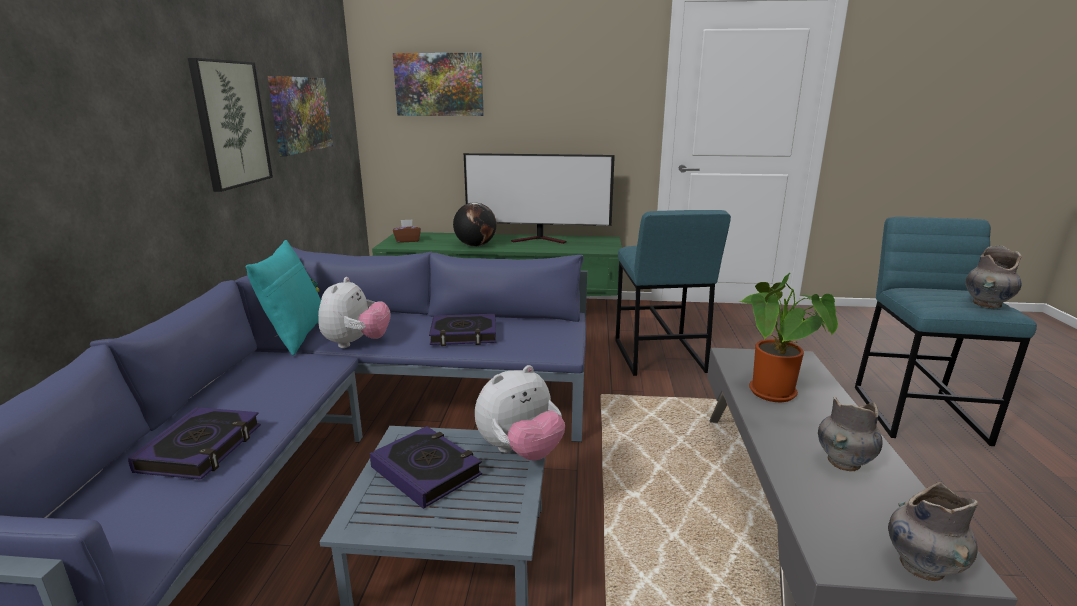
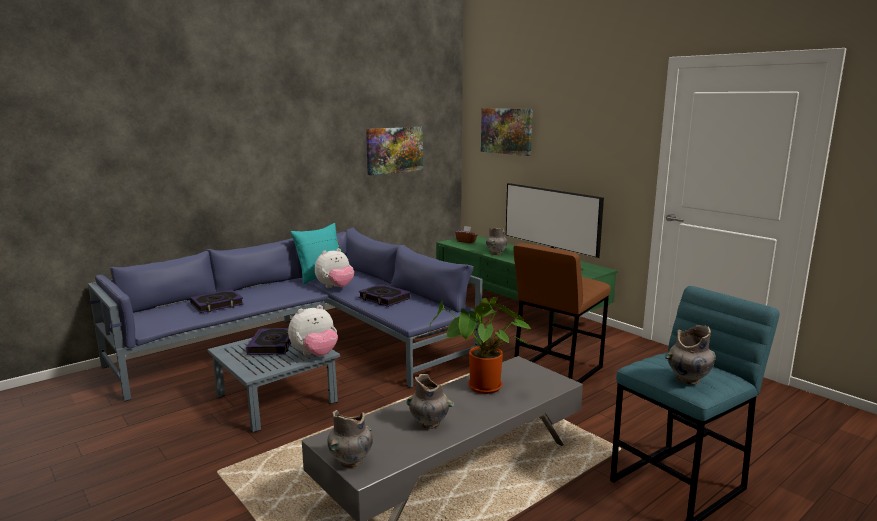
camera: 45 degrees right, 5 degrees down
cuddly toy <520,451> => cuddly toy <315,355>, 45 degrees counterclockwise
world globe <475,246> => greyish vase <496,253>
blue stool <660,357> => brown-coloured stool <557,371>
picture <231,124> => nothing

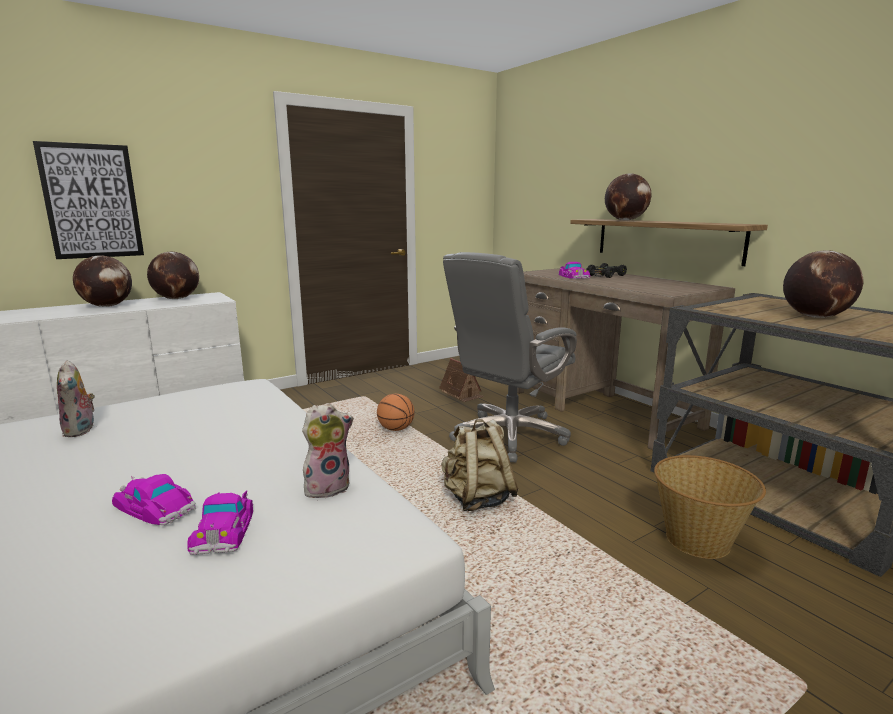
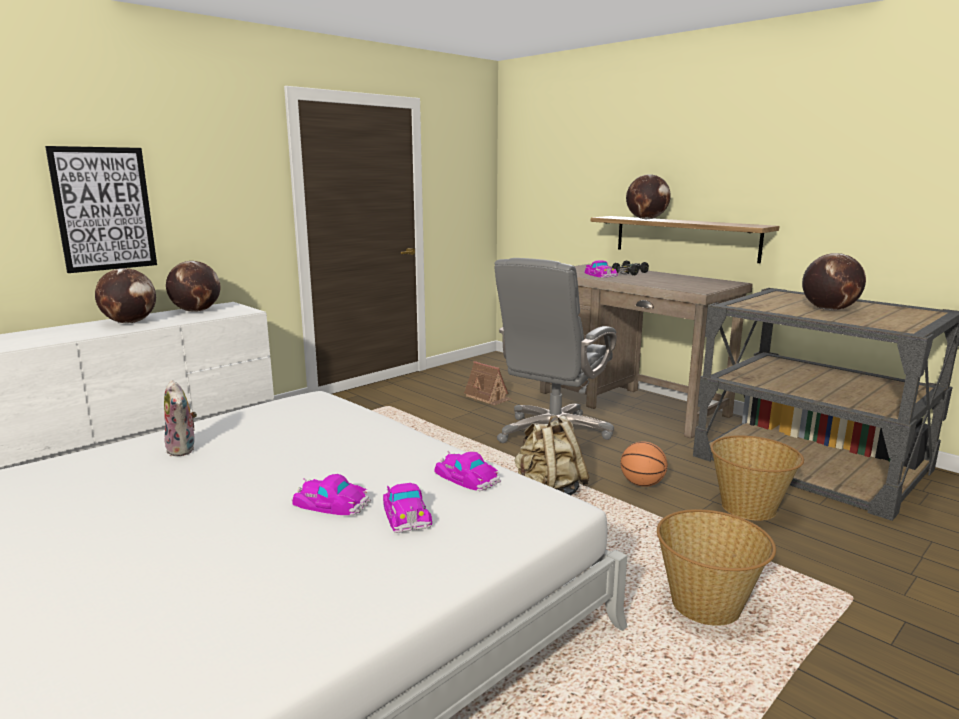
camera: 10 degrees left, 0 degrees up
cuddly toy <328,487> => miniature car <467,477>
basketball ball <396,429> => basketball ball <642,484>, relocated
nothing => household basket <707,605>

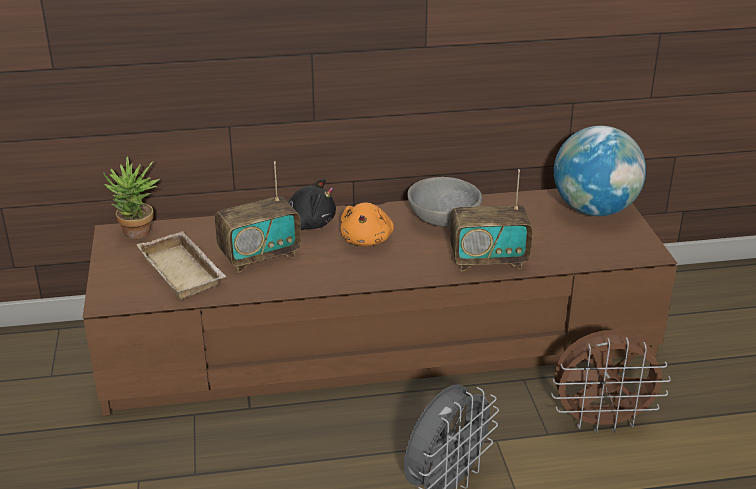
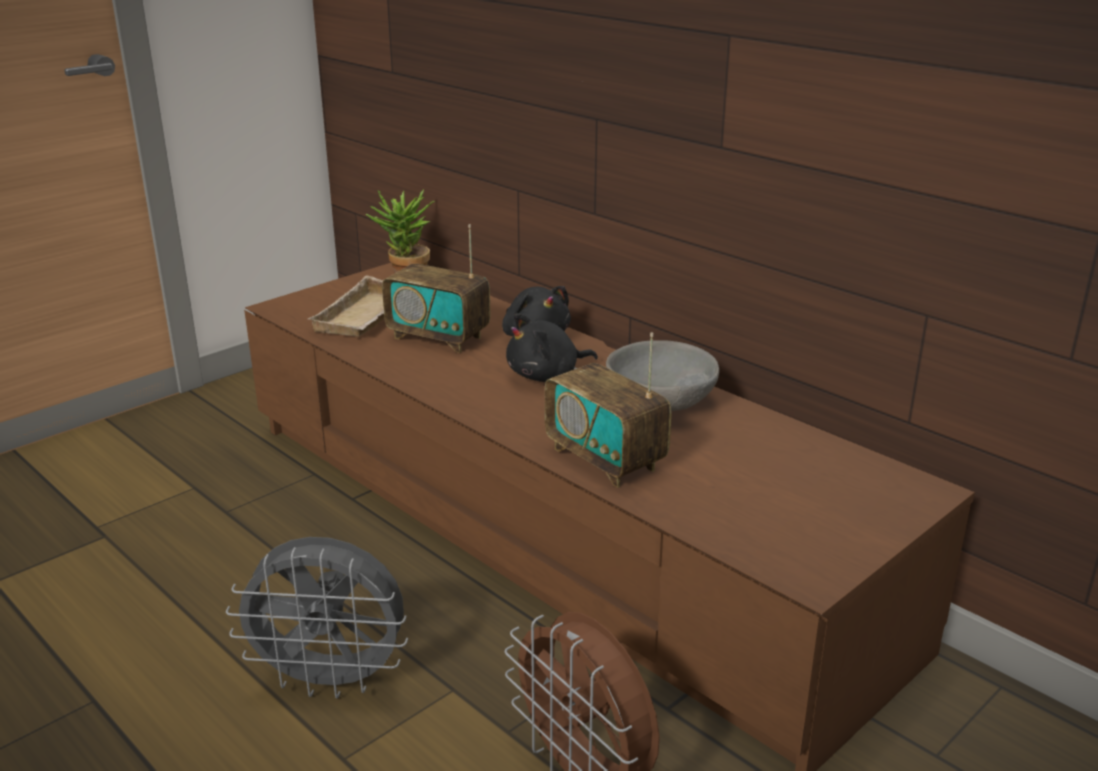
camera: 55 degrees right, 5 degrees down
orange cuddly toy <367,240> => black cuddly toy <547,376>
world globe <594,210> => nothing

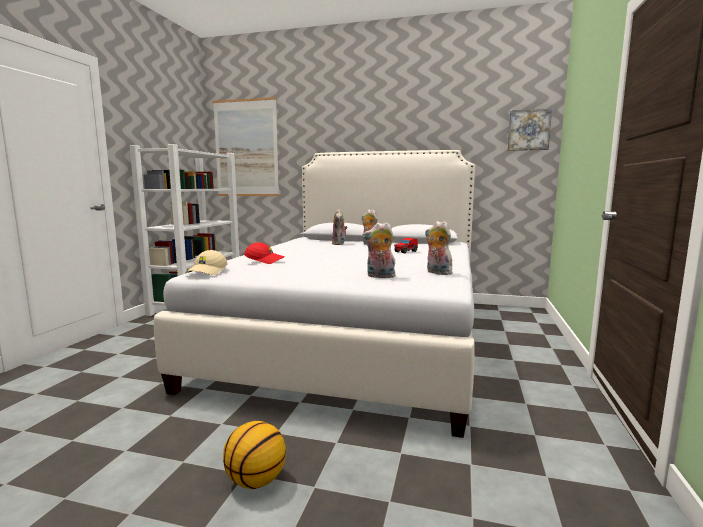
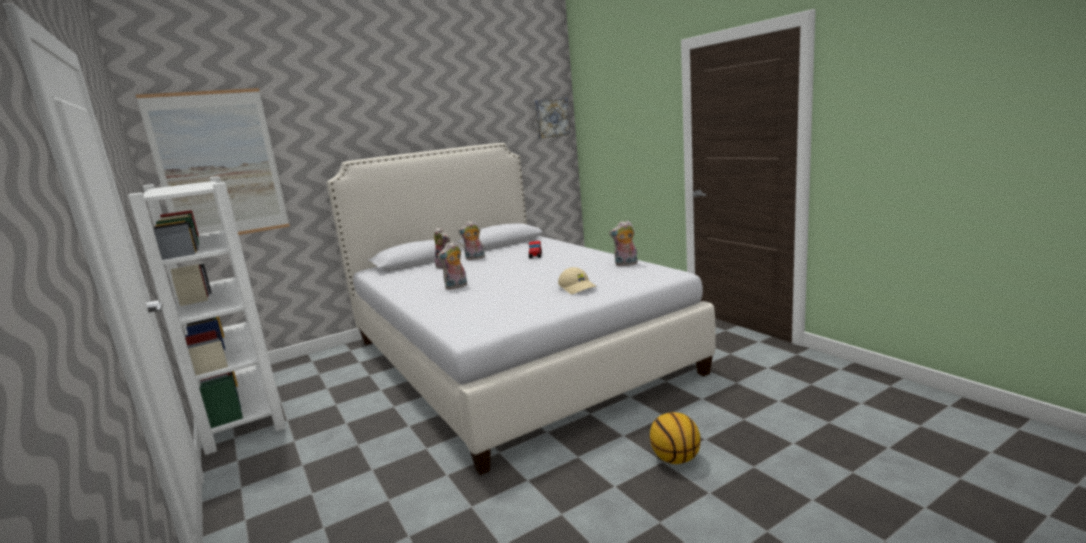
camera: 45 degrees left, 5 degrees up
cuddly toy <380,276> => cuddly toy <456,287>, relocated
beige-coloured peaked cap <207,271> => beige-coloured peaked cap <578,288>, relocated
reddish peaked cap <265,261> => nothing

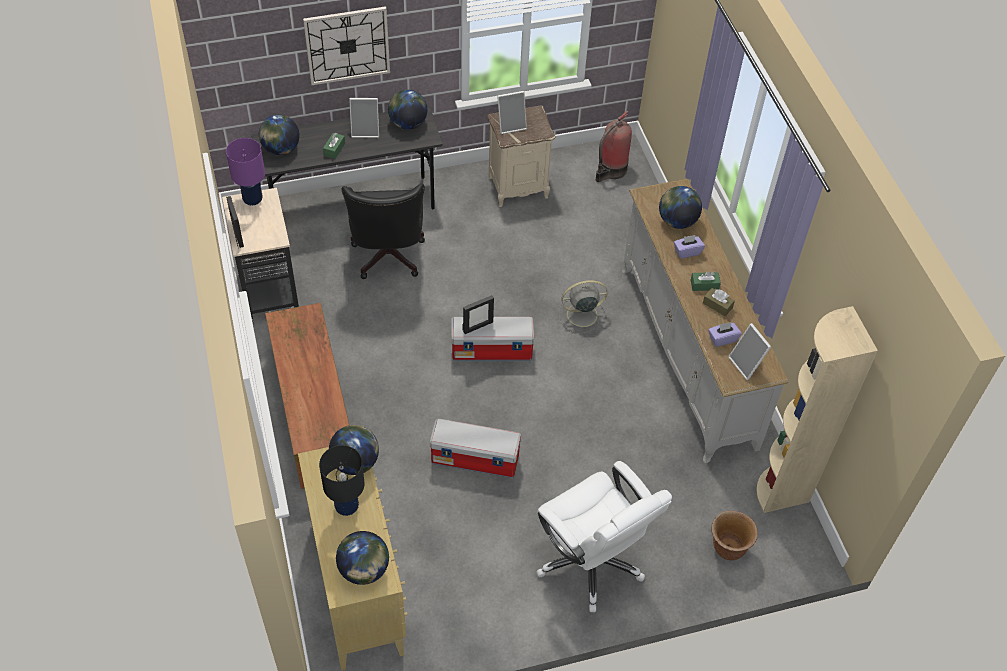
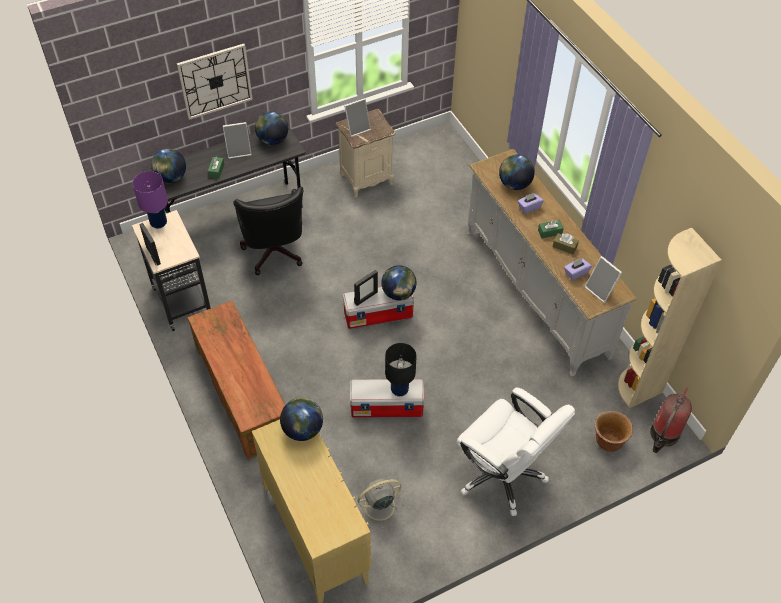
camera: 10 degrees left, 0 degrees up
greyish cooling fan <580,315> => greyish cooling fan <378,507>, relocated
world globe <364,570> => world globe <398,293>, relocated
black tabletop lamp <346,507> => black tabletop lamp <399,390>, relocated
fire-fighting cylinder <611,170> => fire-fighting cylinder <663,435>, relocated

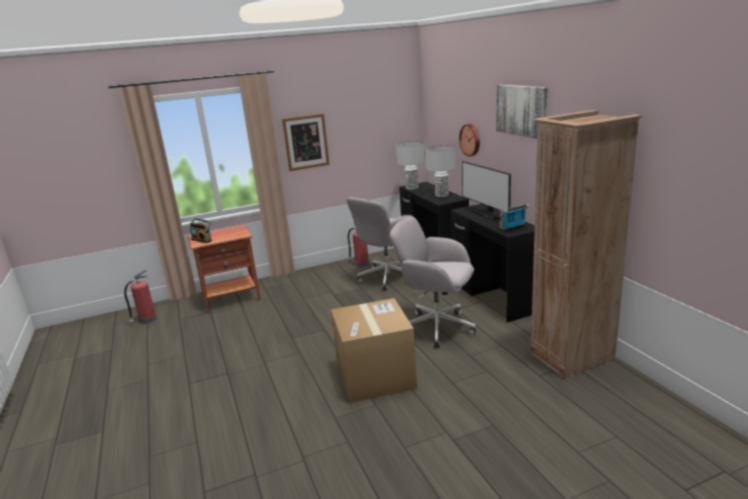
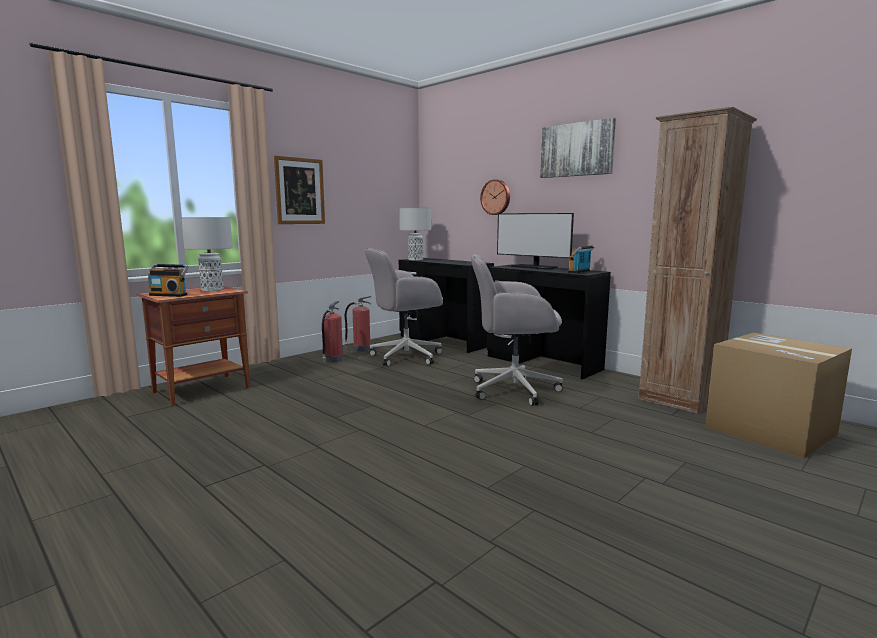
camera: 25 degrees left, 10 degrees down
white tabletop lamp <442,195> => white tabletop lamp <212,290>, relocated
fire-fighting cylinder <147,320> => fire-fighting cylinder <333,360>, relocated
greyish desk chair <387,277> => greyish desk chair <405,357>, 45 degrees clockwise
cardboard box <375,376> => cardboard box <770,430>, relocated

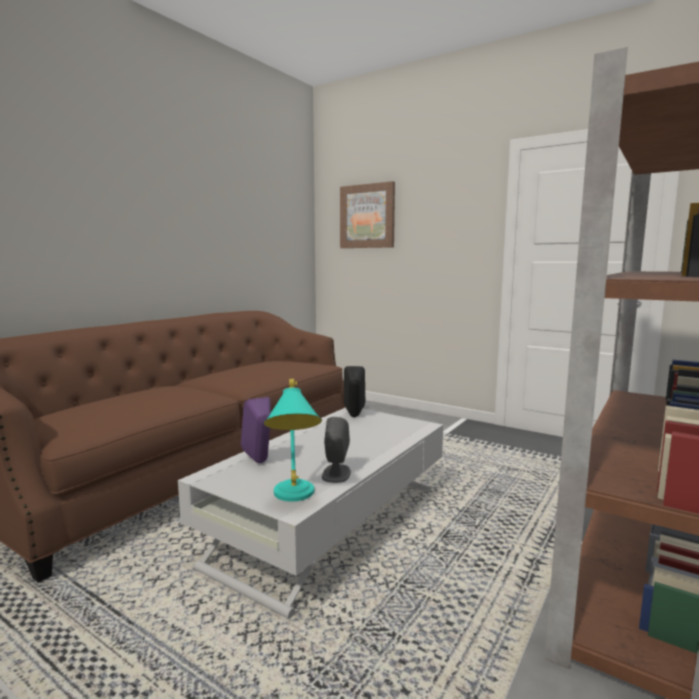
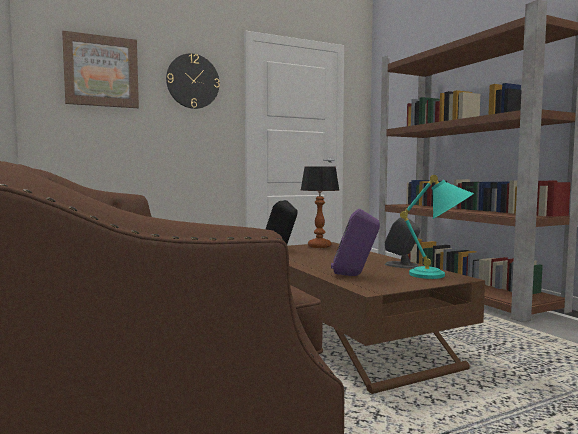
camera: 60 degrees left, 5 degrees down
nothing => wall clock <193,81>
white lounge table <331,525> => brown-coloured lounge table <343,335>
nothing => tabletop lamp <318,246>

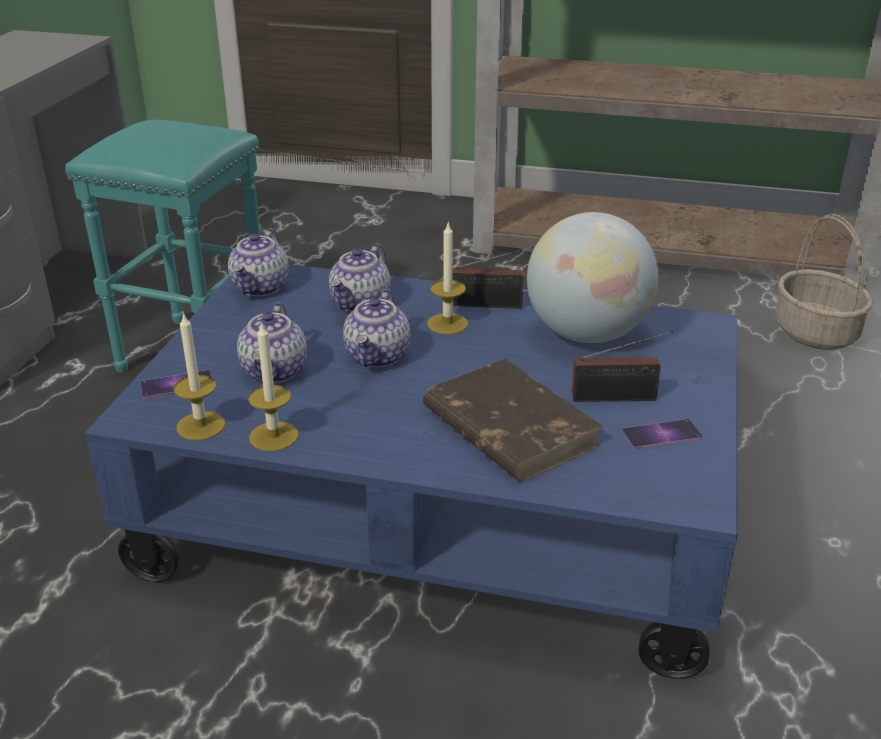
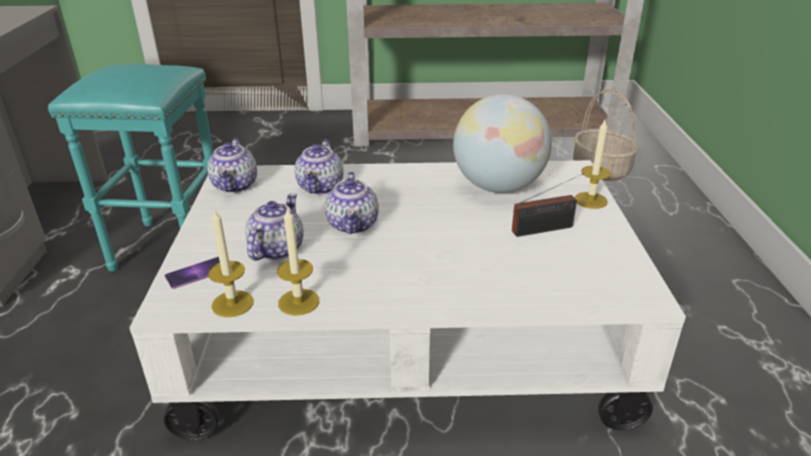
camera: 15 degrees left, 0 degrees up
blue lounge table <441,508> => white lounge table <406,334>
teapot <275,371> => teapot <276,249>, 150 degrees counterclockwise
wax candle <447,324> => wax candle <590,200>, relocated
brown-coloured bound book <508,426> => nothing
radio <490,305> => nothing
handset <661,434> => nothing

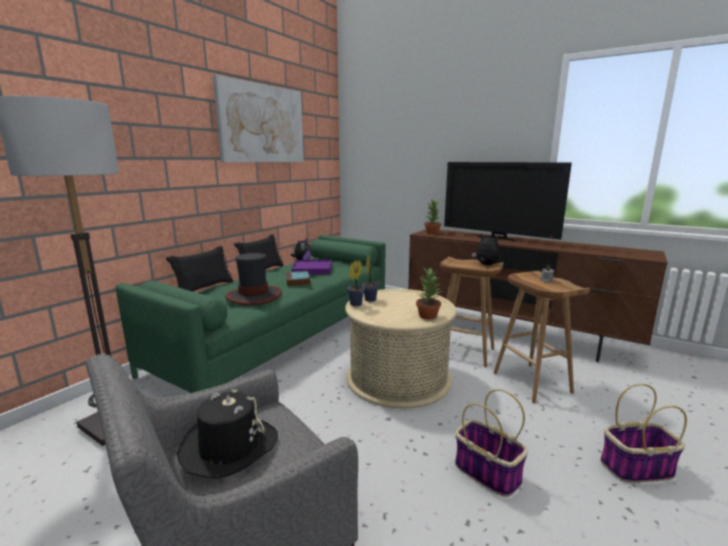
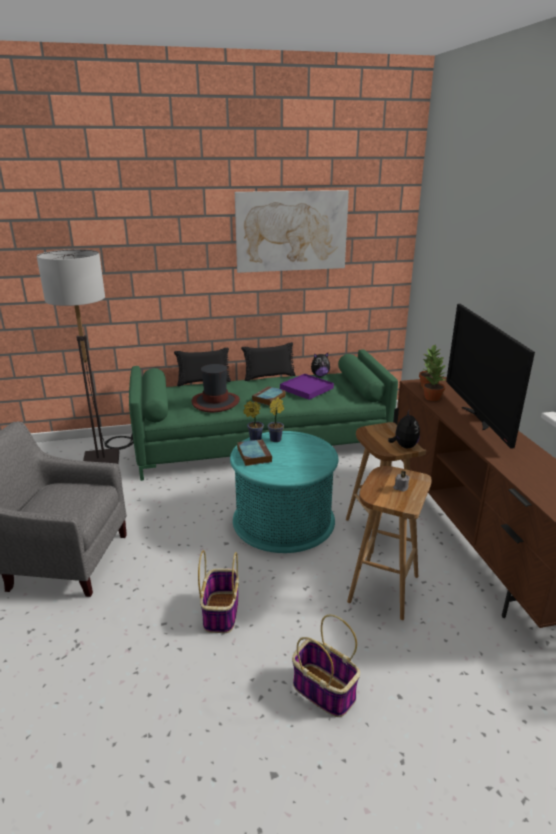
camera: 45 degrees right, 10 degrees up
beige-coloured lounge table <398,378> => turquoise-coloured lounge table <283,520>
nothing => bound book <253,455>
potted plant <427,315> => potted plant <432,397>, relocated
black clothing hat <228,446> => nothing

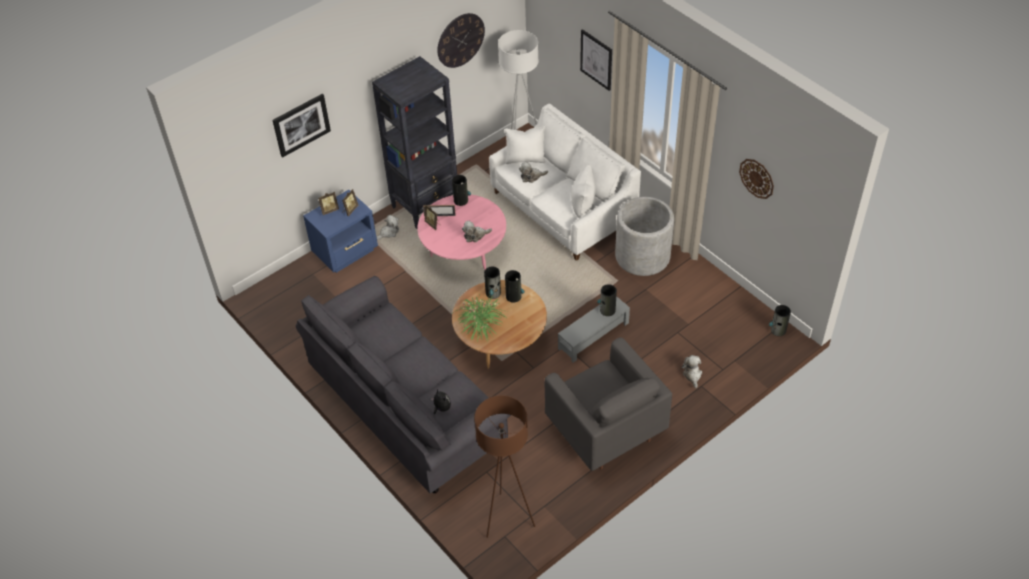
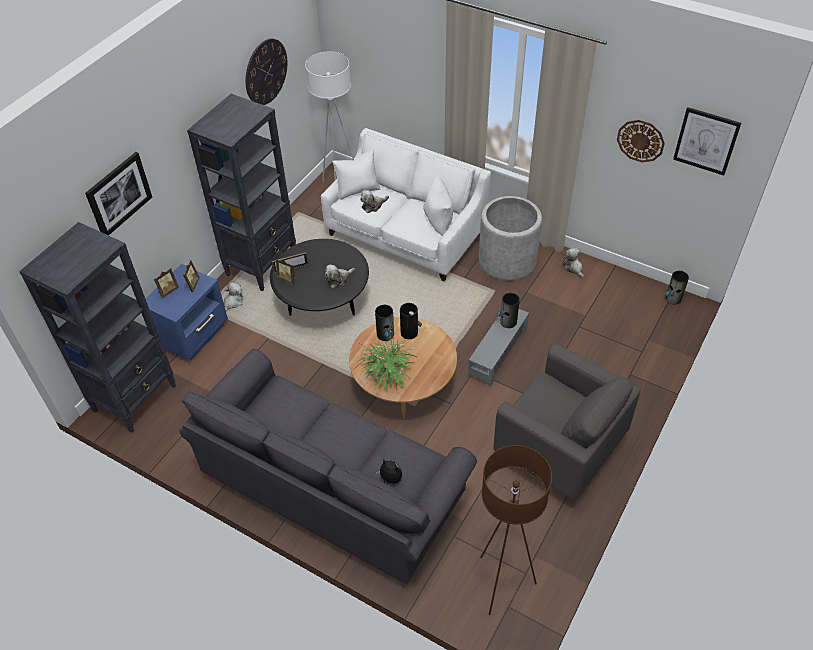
camera: 20 degrees left, 0 degrees up
nothing => black bookcase <136,398>
pink lounge table <464,251> => black lounge table <323,302>
cuddly toy <692,375> => cuddly toy <573,268>, relocated
picture <596,59> => picture <706,141>, relocated
vase <461,200> => nothing

